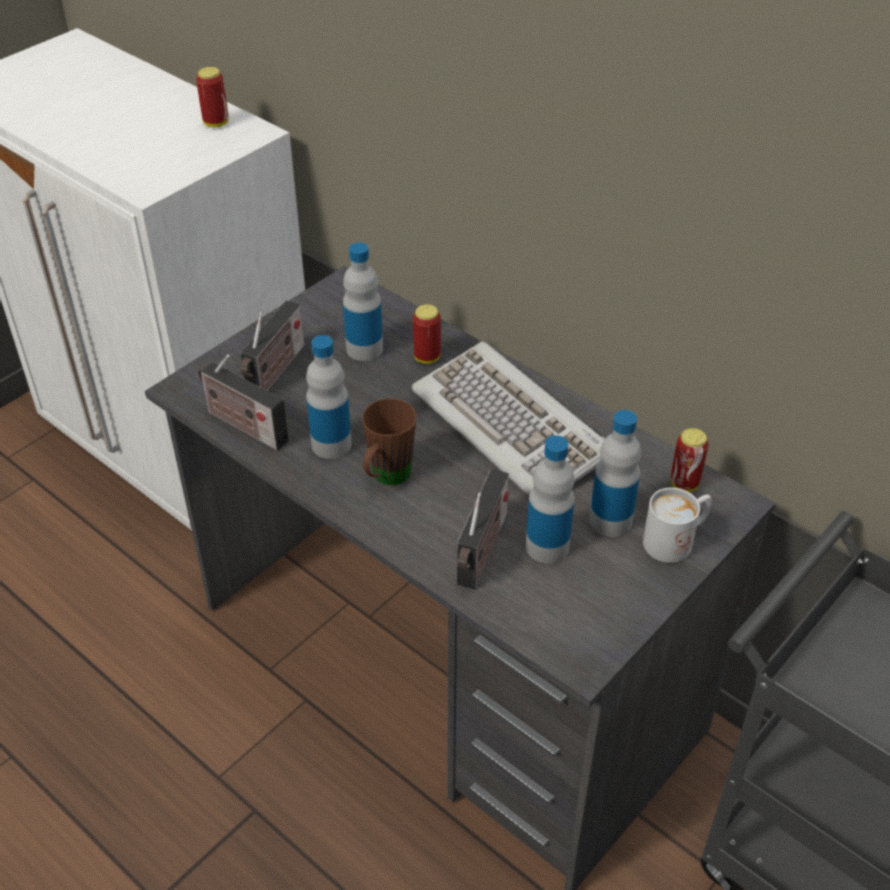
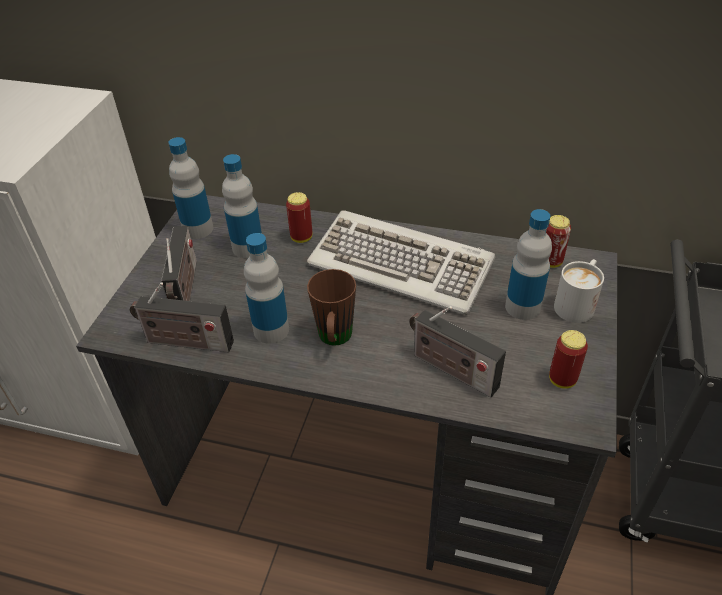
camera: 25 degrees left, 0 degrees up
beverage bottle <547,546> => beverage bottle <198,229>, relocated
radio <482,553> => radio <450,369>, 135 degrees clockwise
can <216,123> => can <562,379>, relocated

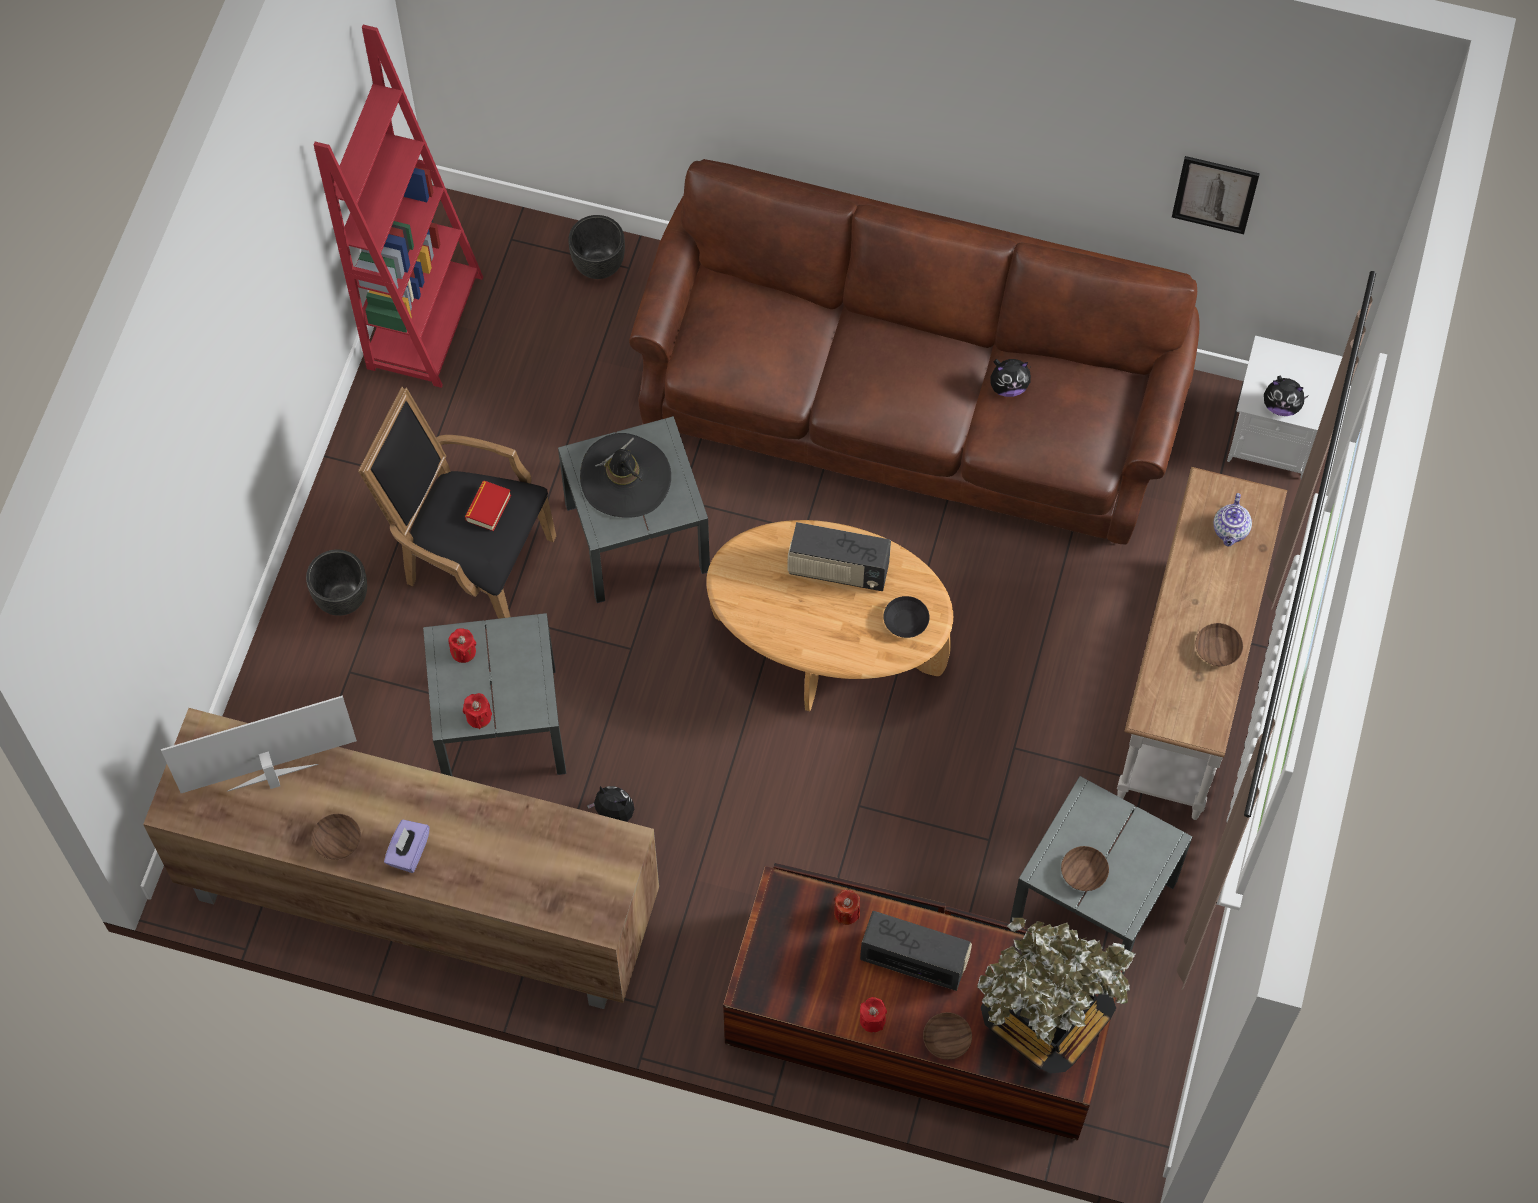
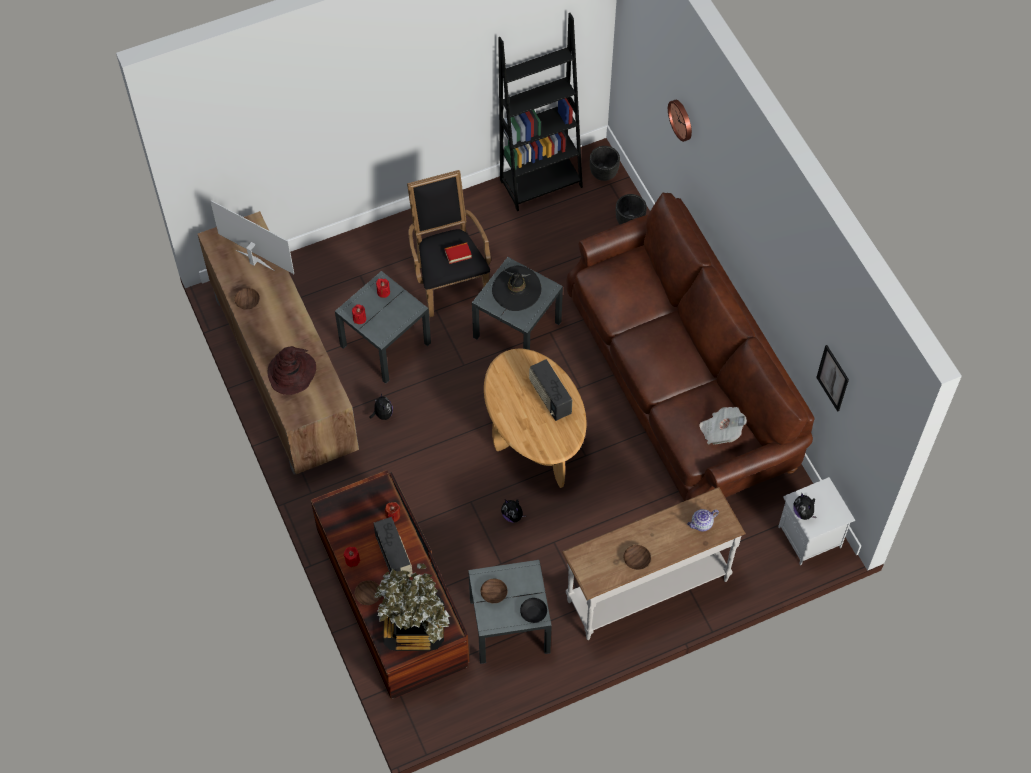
camera: 50 degrees right, 5 degrees down
nothing => brown-coloured clothing hat <291,372>
reddish bookcase <424,322> => black bookcase <541,183>
cuddly toy <1008,386> => cuddly toy <513,515>, relocated
black serving bowl <905,622> => black serving bowl <532,613>, relocated
black planter <341,598> => black planter <603,174>, relocated
nothing => wall clock <681,119>
nothing => printed paper <721,431>
purple-coloured tissue box <408,852> => nothing

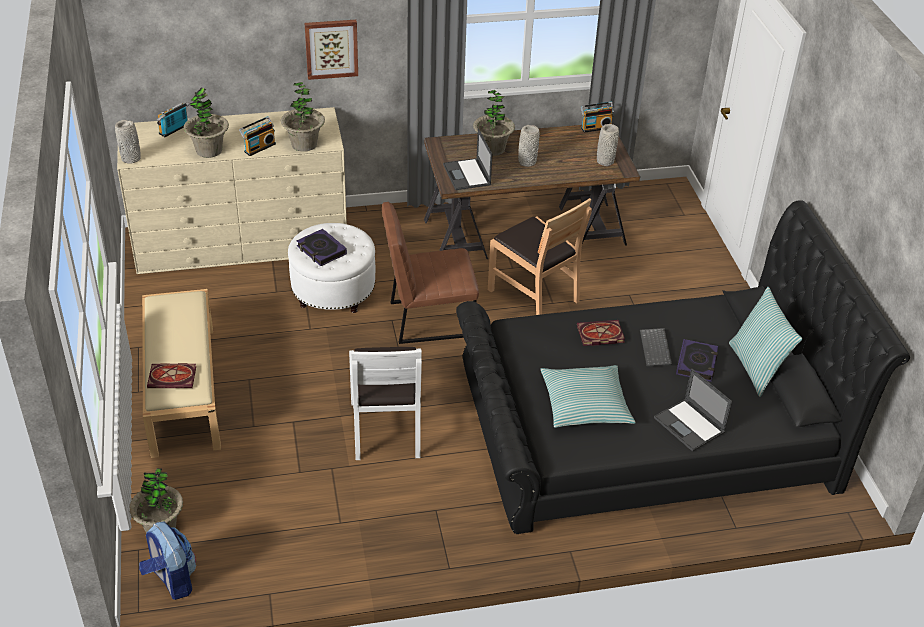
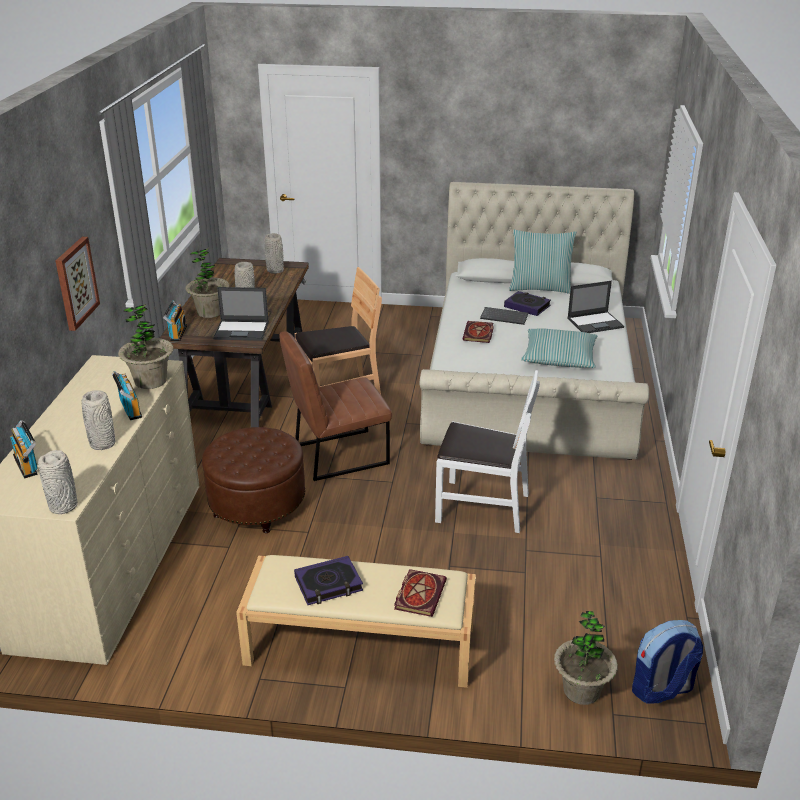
camera: 70 degrees left, 10 degrees down
potted plant <209,150> => greyish vase <102,444>
radio <595,127> => radio <177,333>, relocated
white ottoman <333,292> => brown-coloured ottoman <257,506>
brown-coloured plain chair <428,319> => brown-coloured plain chair <338,455>, 60 degrees clockwise
bound book <321,250> => bound book <328,584>, relocated
black bedroom bed <648,427> => beige-coloured bedroom bed <528,378>

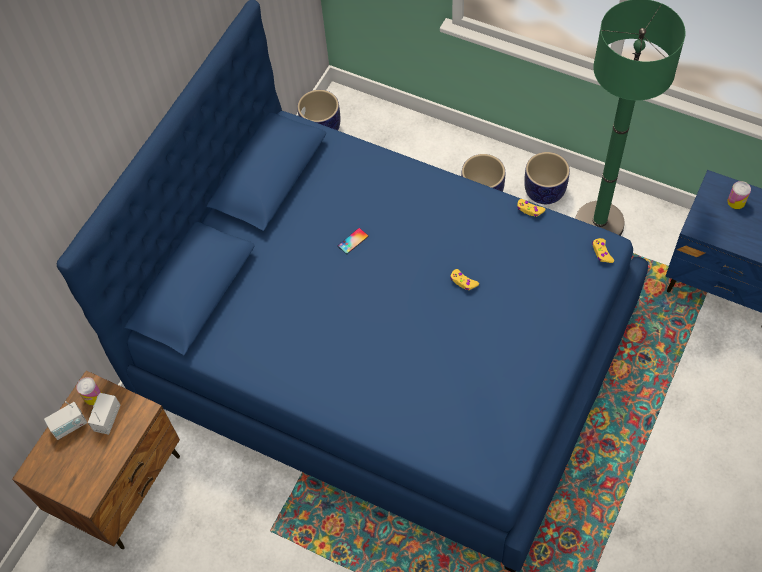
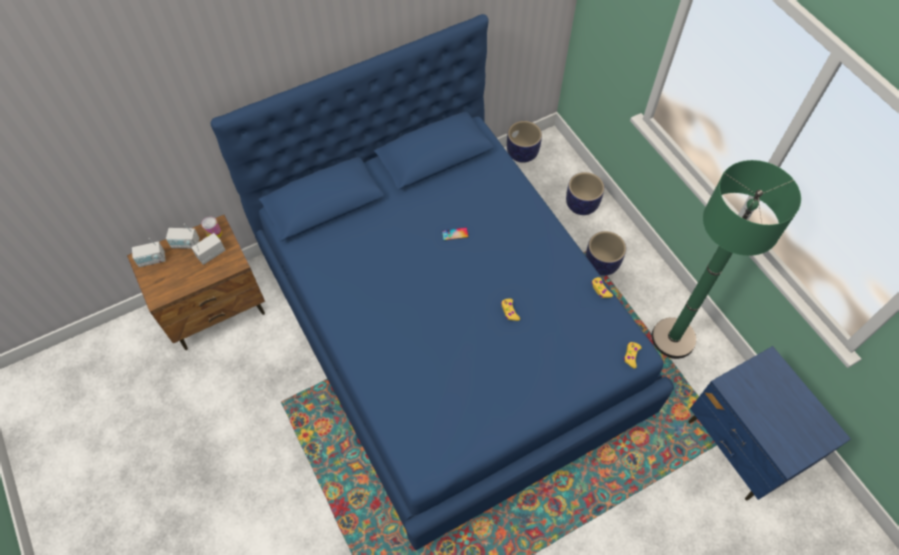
camera: 30 degrees right, 0 degrees up
nothing => radio <152,260>
planter <544,191> => planter <581,204>, relocated
can <736,202> => nothing

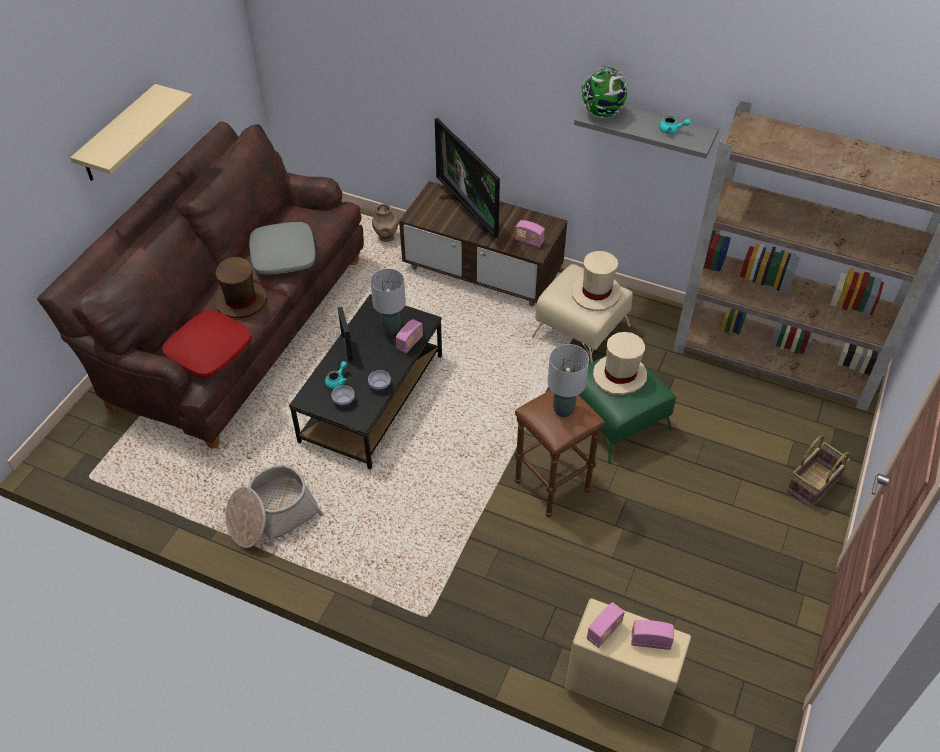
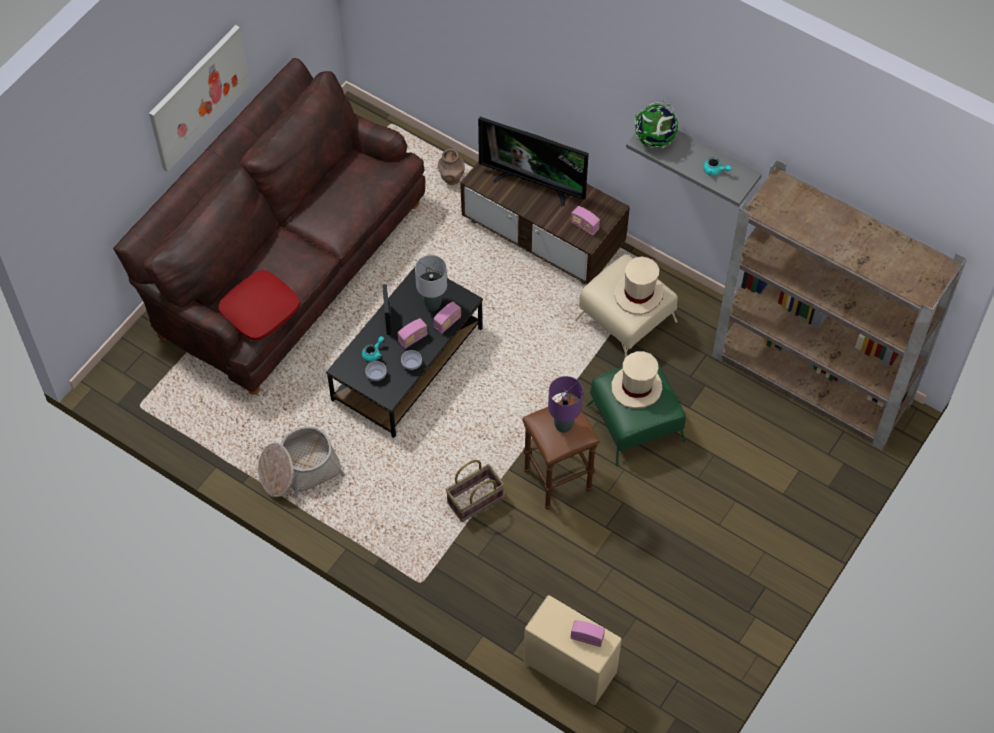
camera: 10 degrees right, 10 degrees up
beige-coloured wall shelf <119,134> => picture <199,97>
radio <604,631> => radio <413,338>, relocated
household basket <813,485> => household basket <475,501>, relocated
TV <470,213> => TV <533,183>, 45 degrees counterclockwise
greyish tabletop lamp <564,410> => purple-coloured tabletop lamp <564,425>
brown-coloured clothing hat <241,301> => nothing
greyish cushion <284,255> => nothing

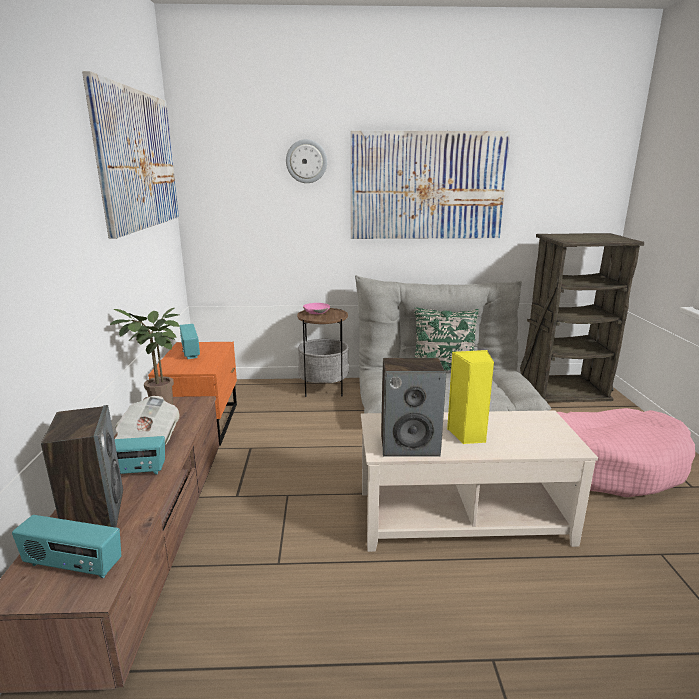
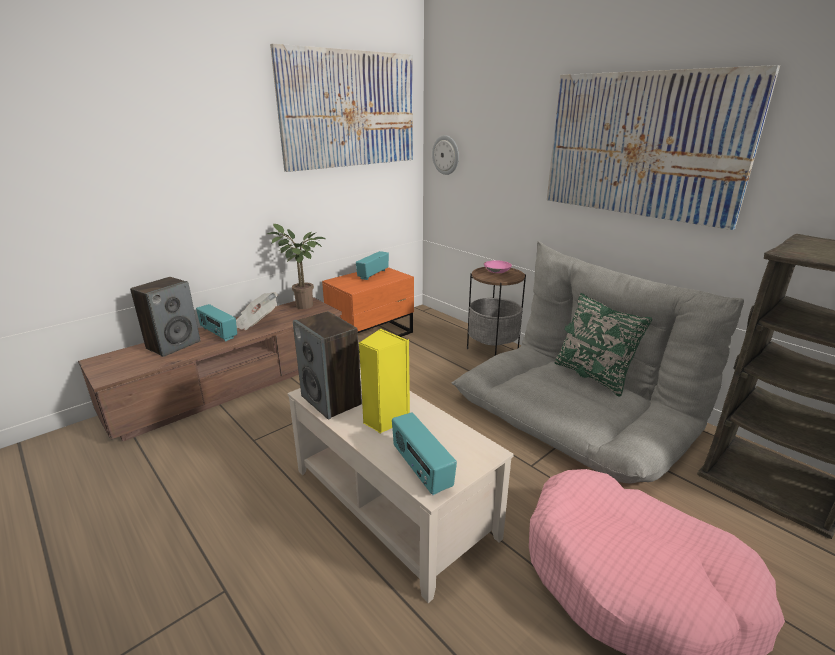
camera: 50 degrees right, 5 degrees up
radio <73,566> => radio <421,470>, relocated
wall clock <306,161> => wall clock <446,155>, relocated

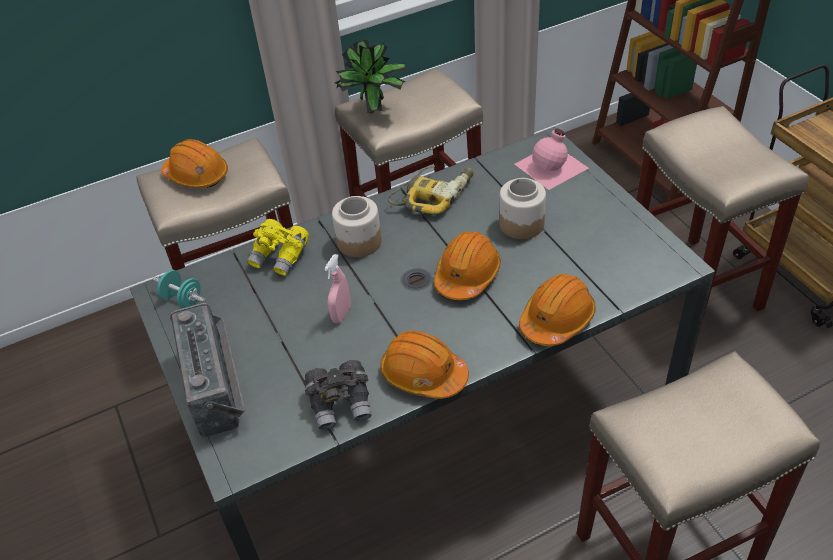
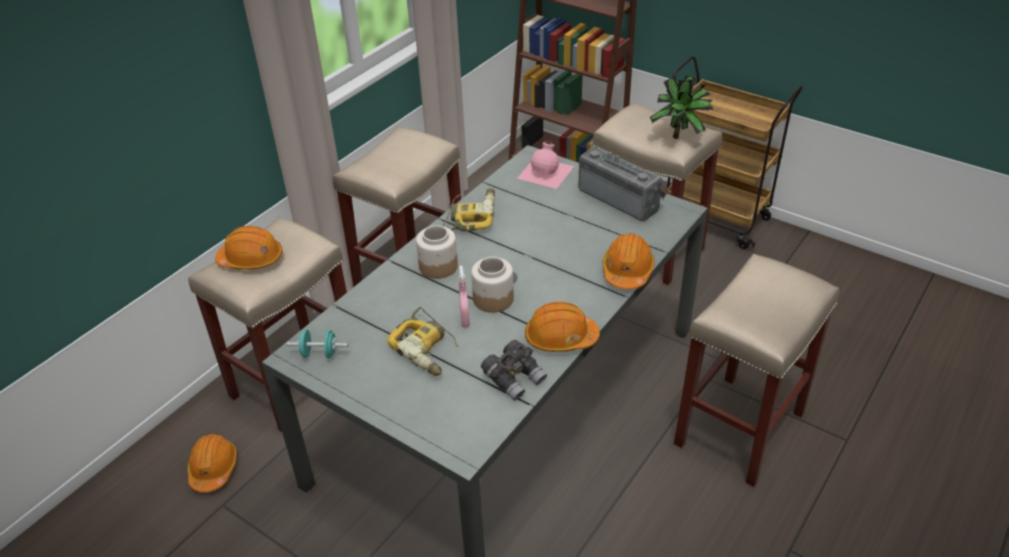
camera: 30 degrees left, 5 degrees down
orange work helmet <467,275> => orange work helmet <213,468>, relocated
nothing => power drill <427,349>
preserve jar <521,224> => preserve jar <492,299>, relocated
radio <218,385> => radio <621,198>, relocated
potted plant <376,112> => potted plant <680,137>, relocated
yellowish pair of binoculars <280,257> => nothing

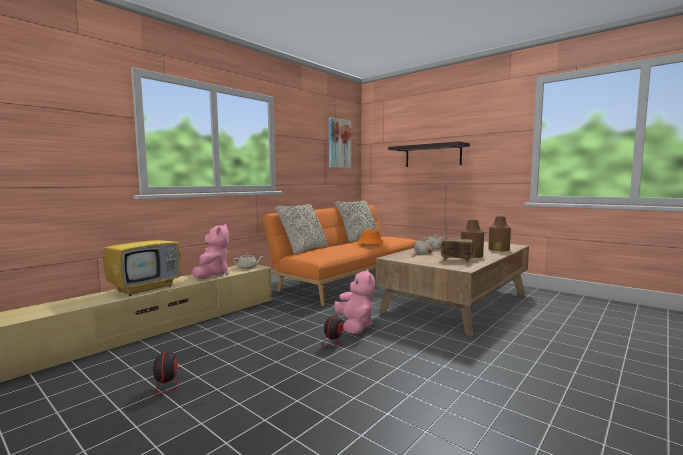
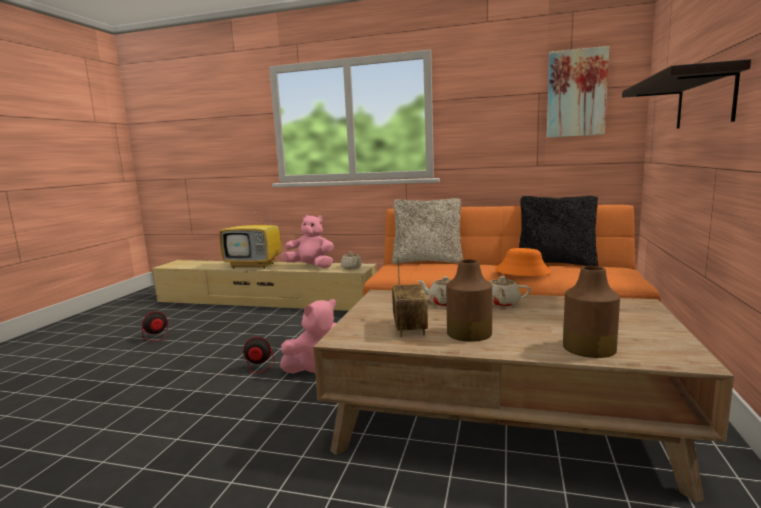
camera: 65 degrees right, 5 degrees up
pink cuddly toy <212,275> => pink cuddly toy <311,267>, 135 degrees counterclockwise
beige-coloured cushion <358,238> => black cushion <556,262>

